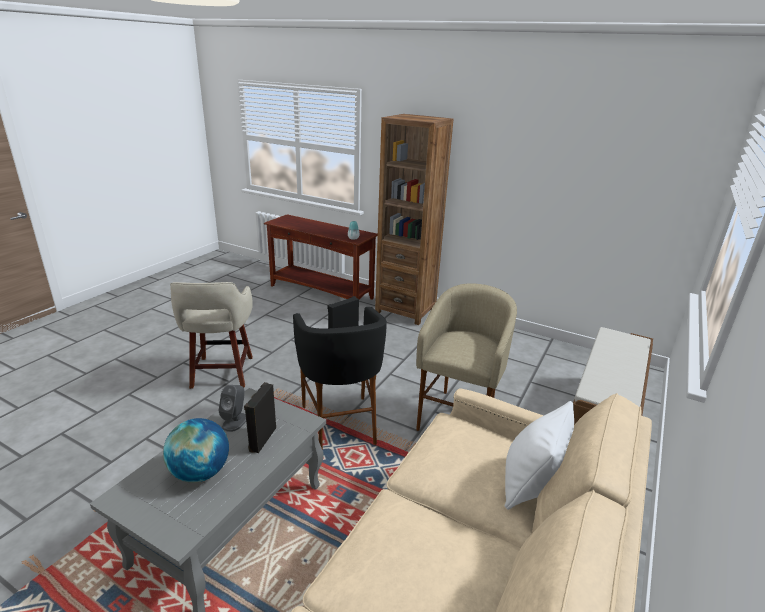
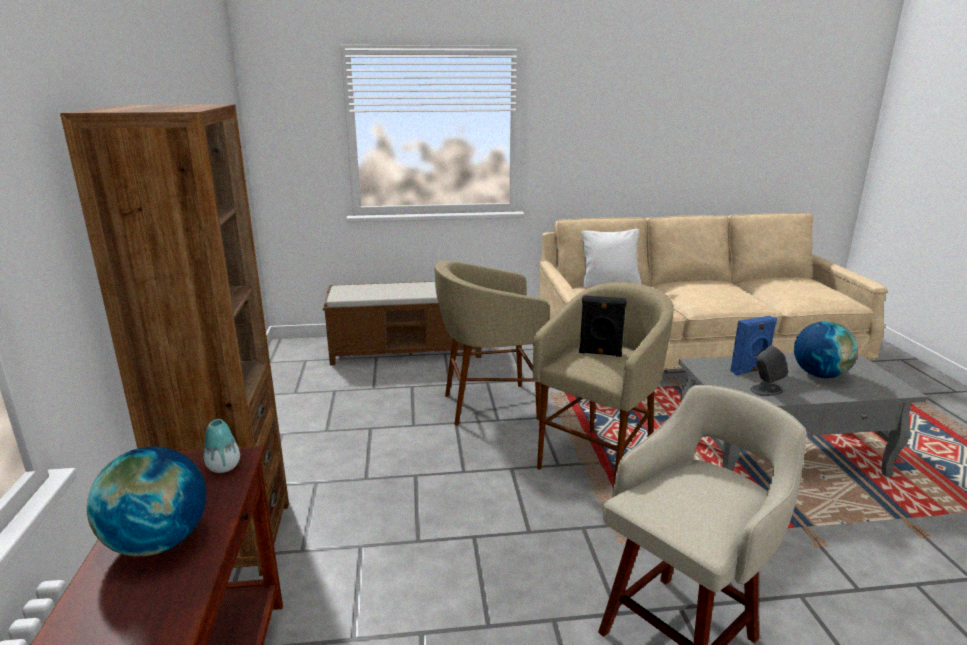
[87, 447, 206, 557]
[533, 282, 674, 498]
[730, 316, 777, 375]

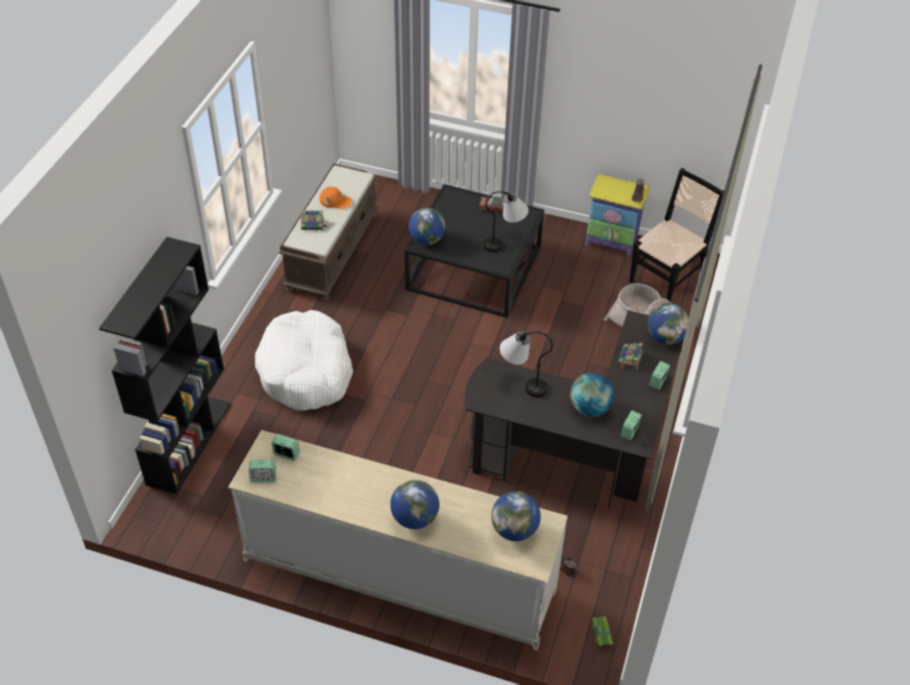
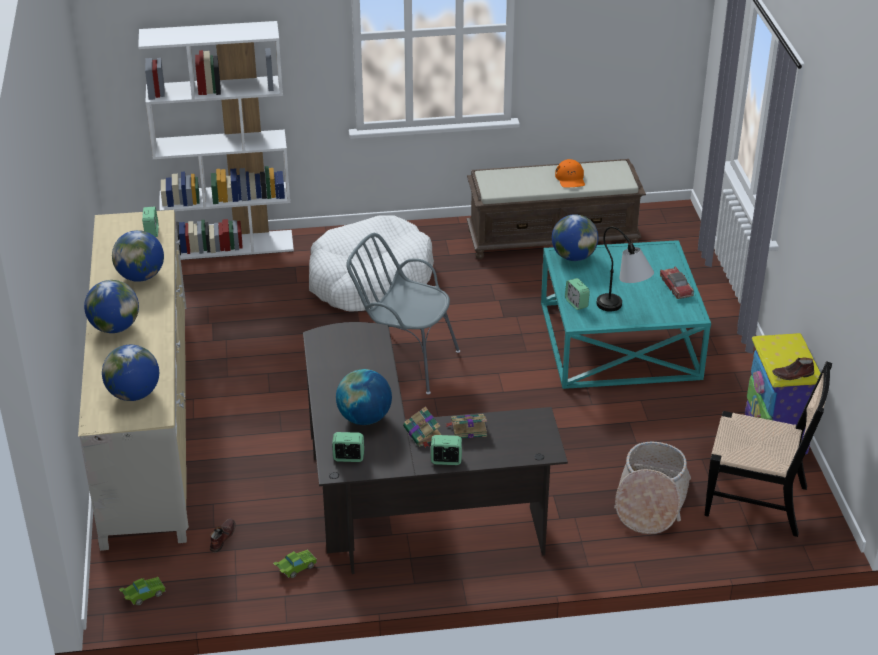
[112, 230, 164, 282]
[138, 21, 294, 260]
[273, 549, 317, 578]
[346, 233, 460, 394]
[403, 406, 442, 448]
[541, 240, 711, 389]
[565, 278, 590, 310]
[500, 331, 553, 397] (first image)

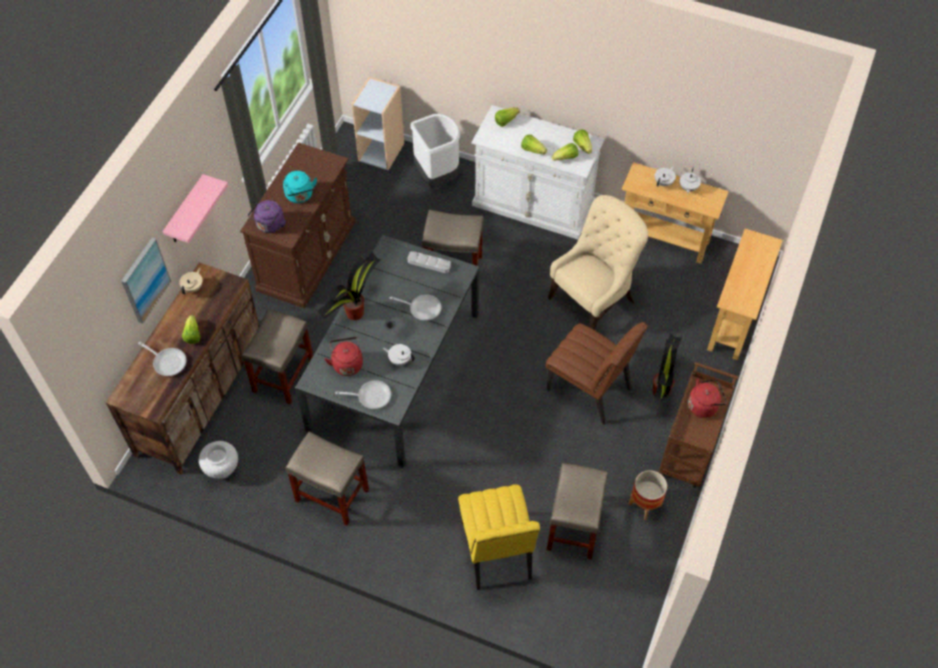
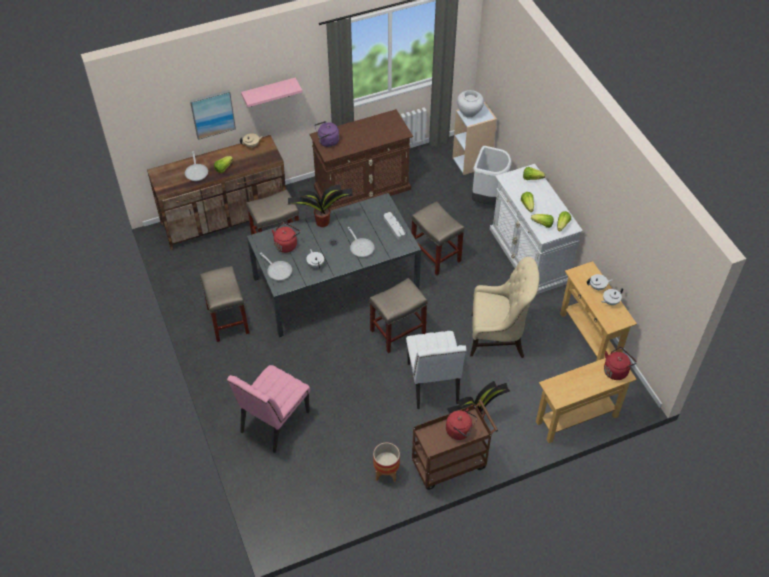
[227, 365, 310, 453]
[369, 278, 427, 353]
[406, 331, 466, 409]
[457, 90, 484, 119]
[604, 347, 637, 380]
[283, 171, 317, 203] (first image)

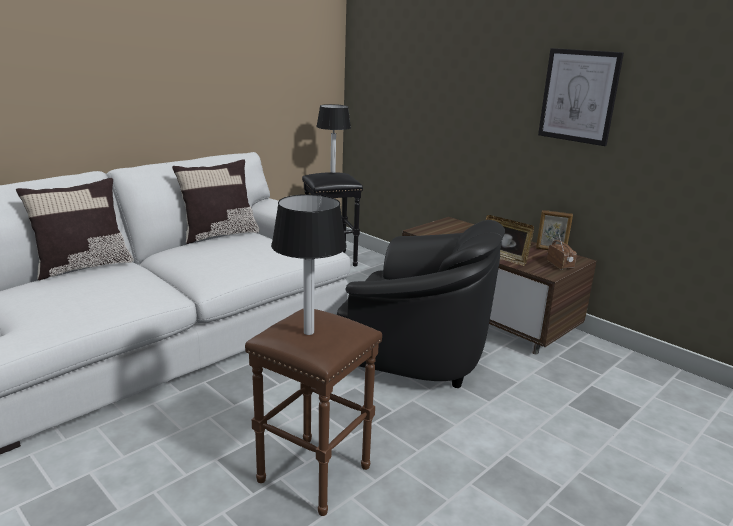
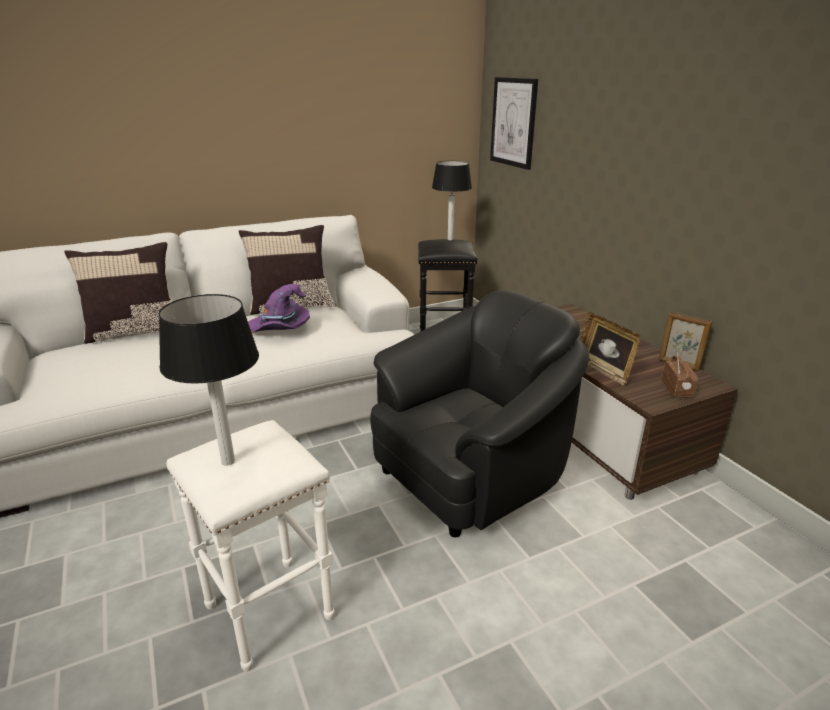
[167, 420, 335, 672]
[248, 284, 310, 332]
[370, 291, 589, 538]
[490, 77, 538, 170]

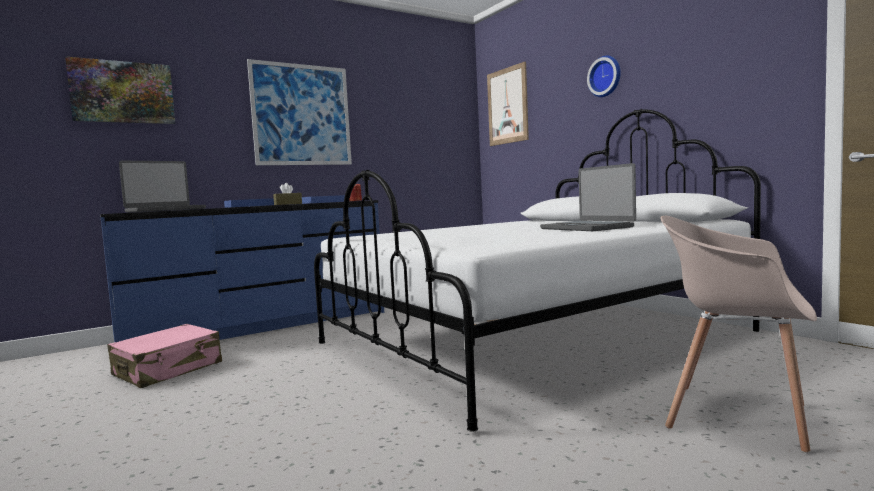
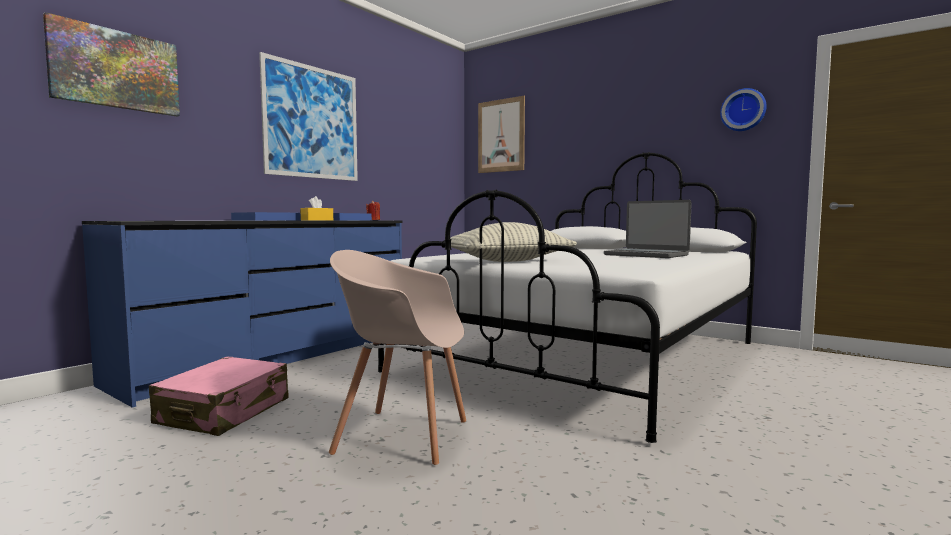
[300, 196, 333, 221]
[329, 250, 466, 465]
[450, 222, 577, 262]
[720, 88, 767, 131]
[119, 161, 206, 213] (first image)

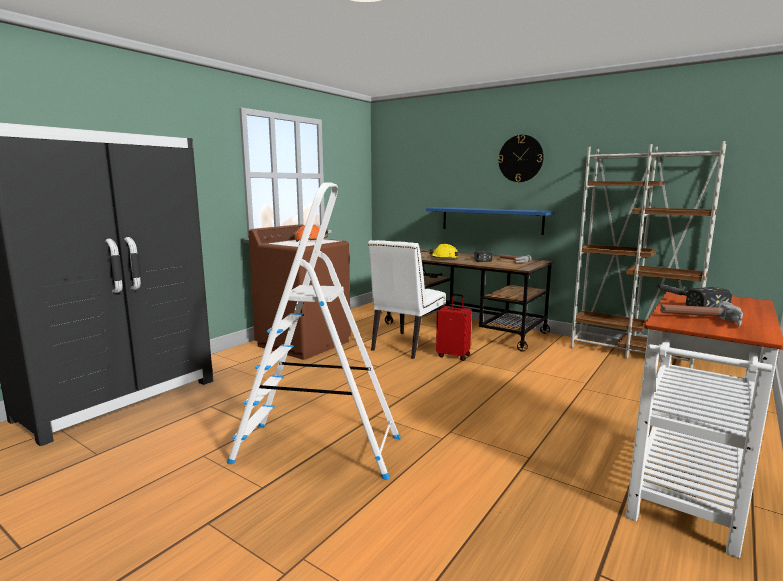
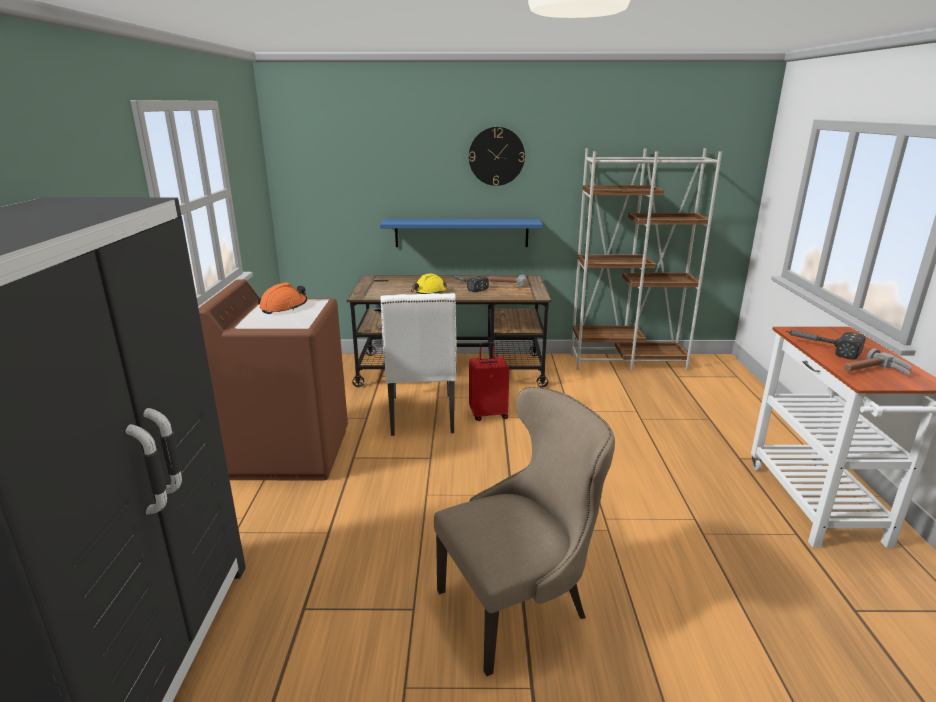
[434, 387, 615, 676]

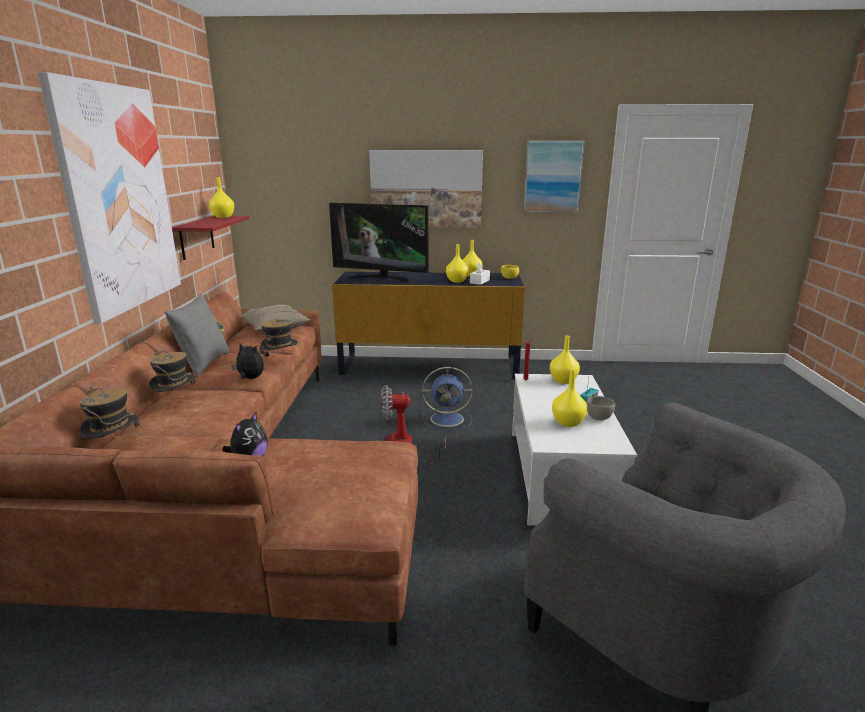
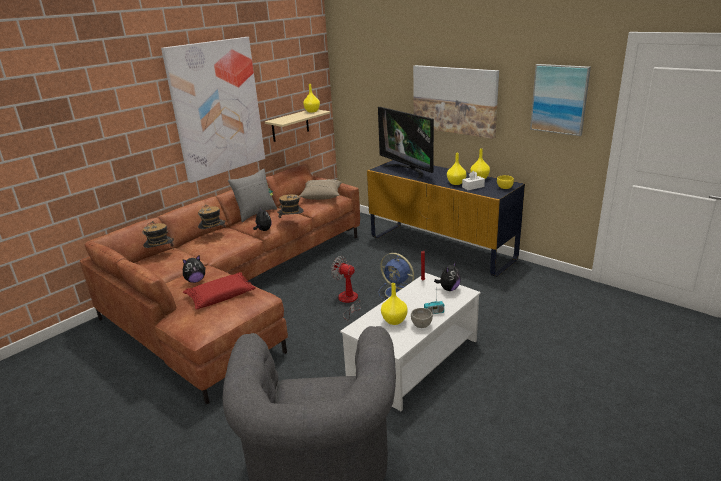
[183, 272, 256, 309]
[265, 110, 330, 142]
[434, 262, 461, 291]

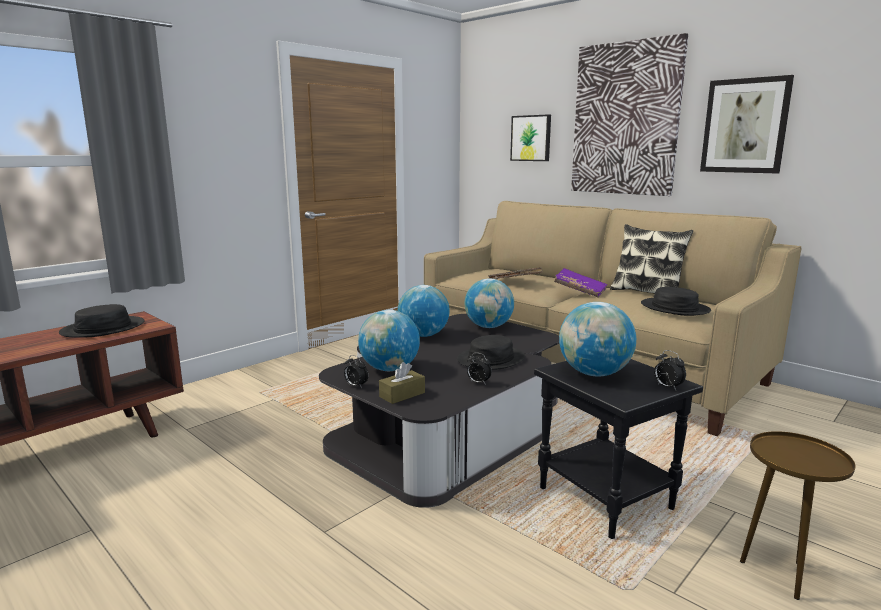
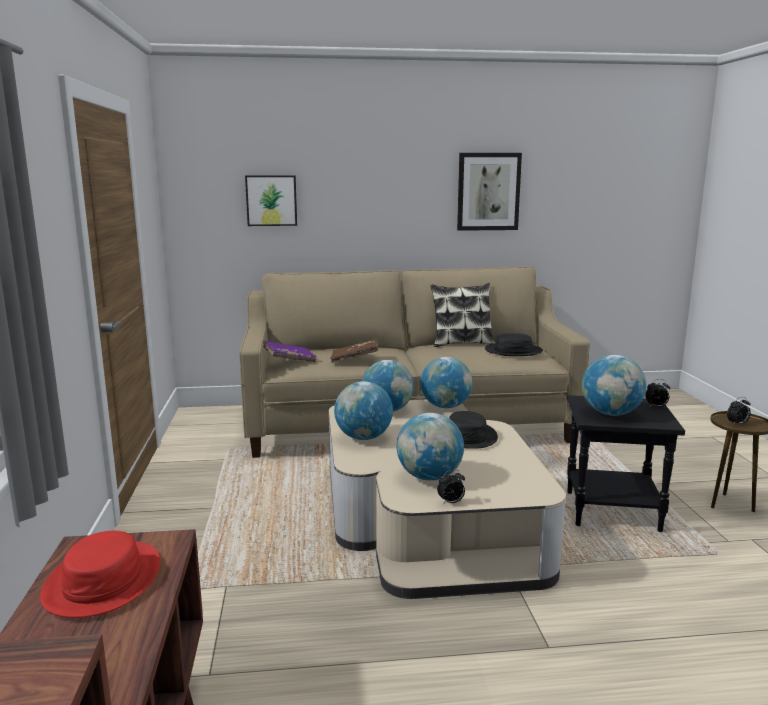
[40, 531, 160, 618]
[263, 340, 317, 362]
[329, 399, 566, 599]
[421, 357, 472, 408]
[727, 397, 751, 425]
[379, 362, 425, 404] (first image)
[571, 33, 688, 196] (first image)

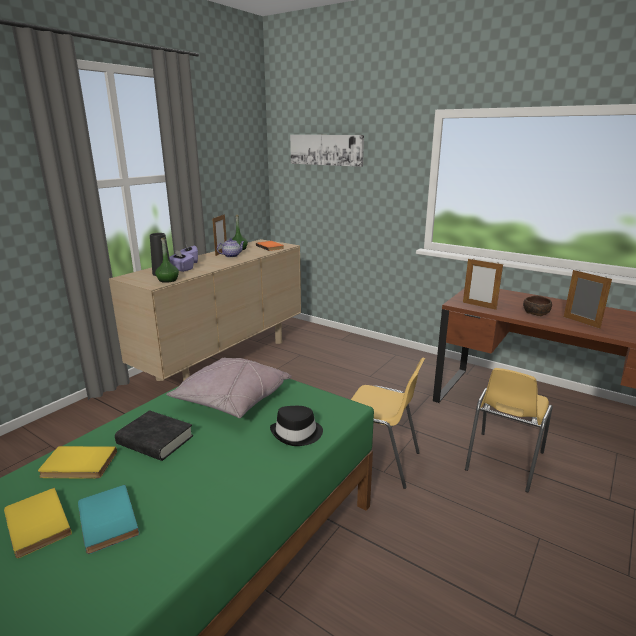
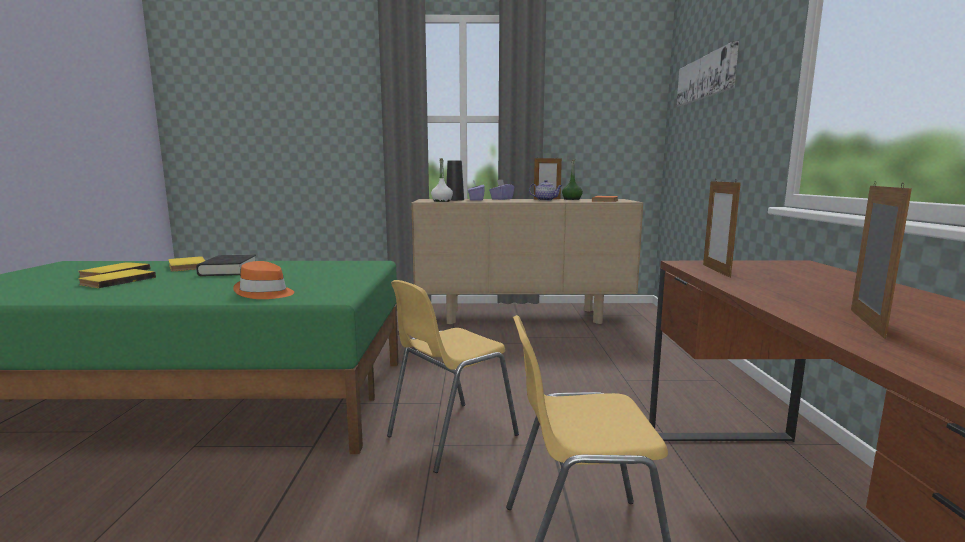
[78, 269, 156, 288]
[233, 261, 294, 299]
[387, 280, 519, 473]
[431, 158, 453, 202]
[166, 358, 292, 418] (first image)
[523, 295, 552, 316] (first image)

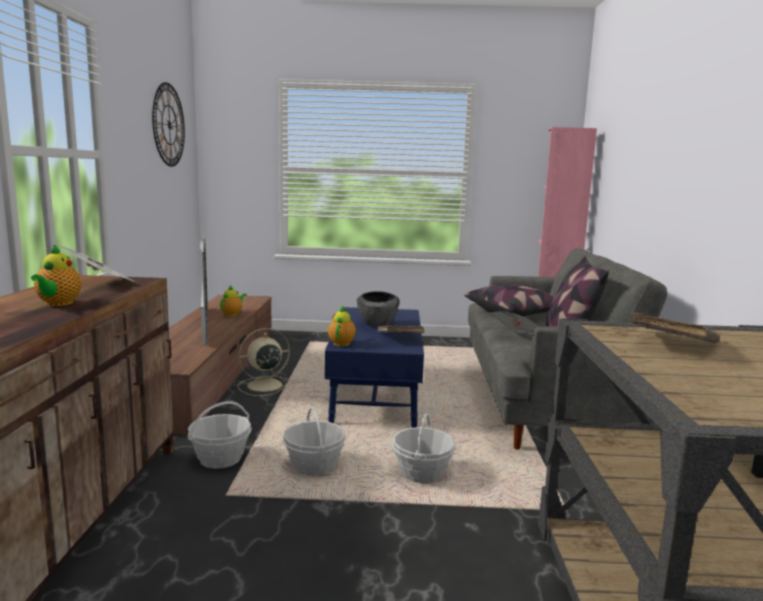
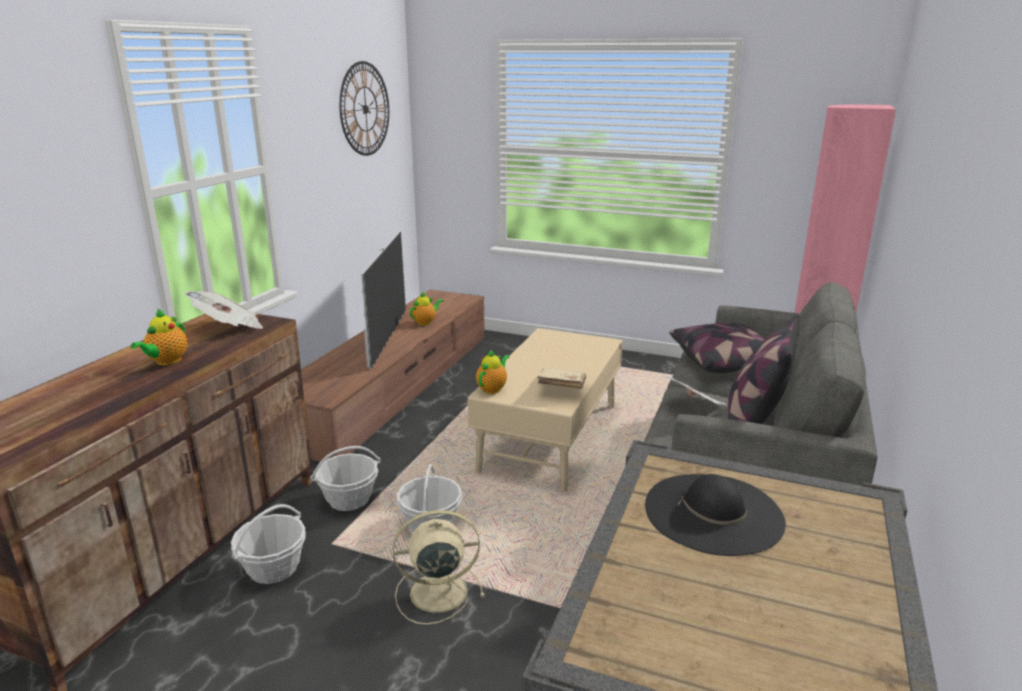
[231, 504, 306, 584]
[393, 510, 485, 625]
[468, 328, 623, 492]
[645, 474, 786, 556]
[357, 291, 400, 327] (first image)

